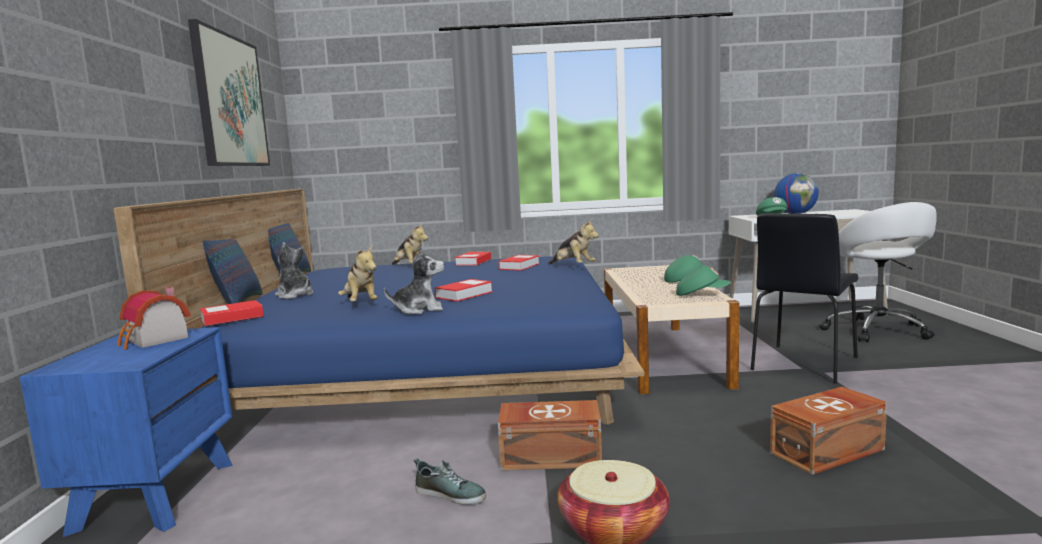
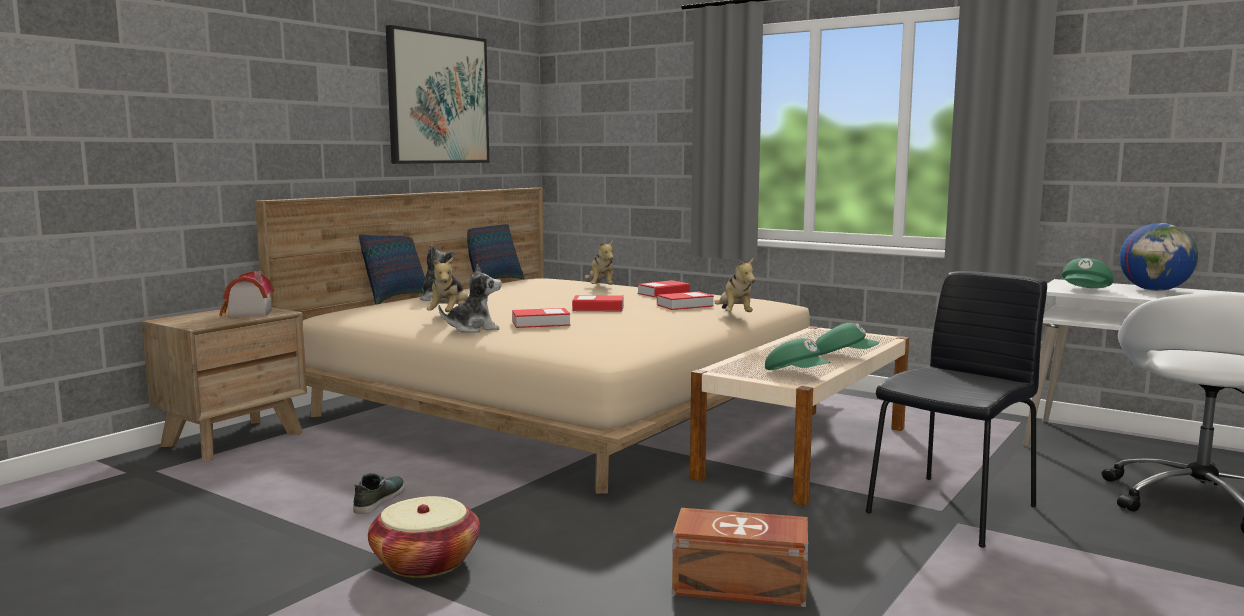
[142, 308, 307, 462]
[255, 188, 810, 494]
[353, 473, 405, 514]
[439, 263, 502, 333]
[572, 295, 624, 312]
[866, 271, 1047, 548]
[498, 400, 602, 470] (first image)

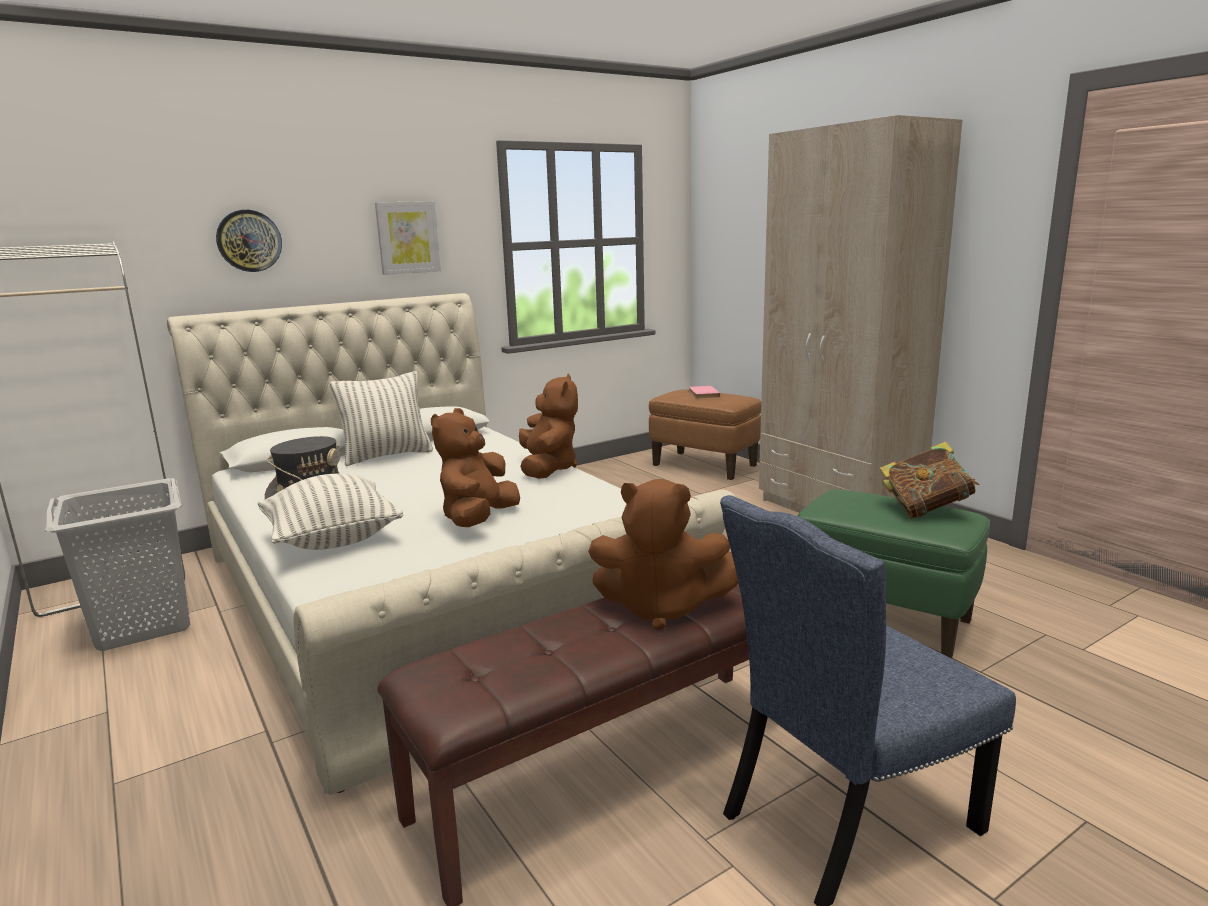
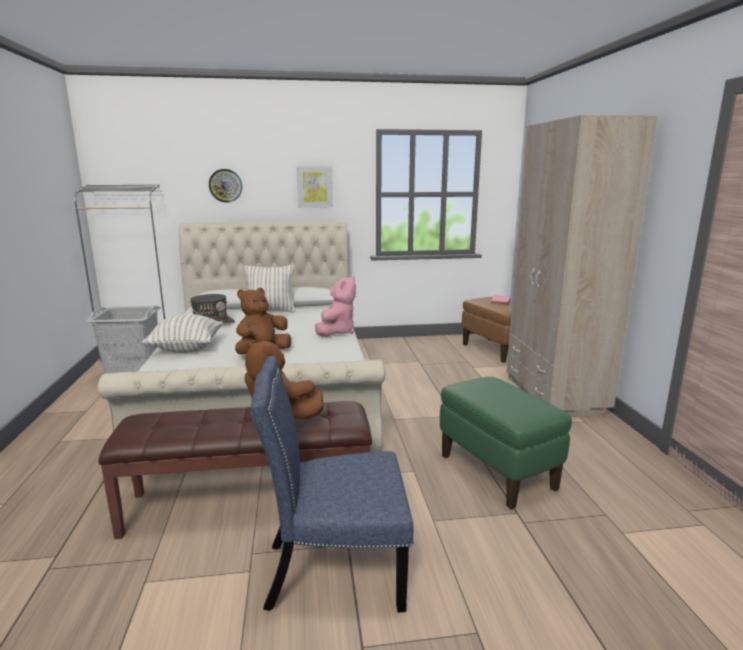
[315, 276, 356, 337]
[880, 441, 979, 519] (first image)

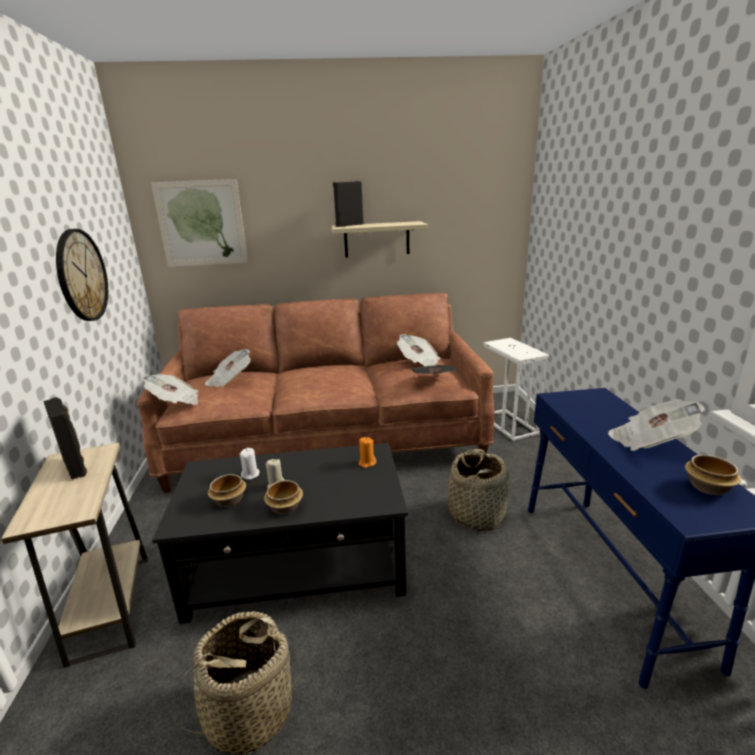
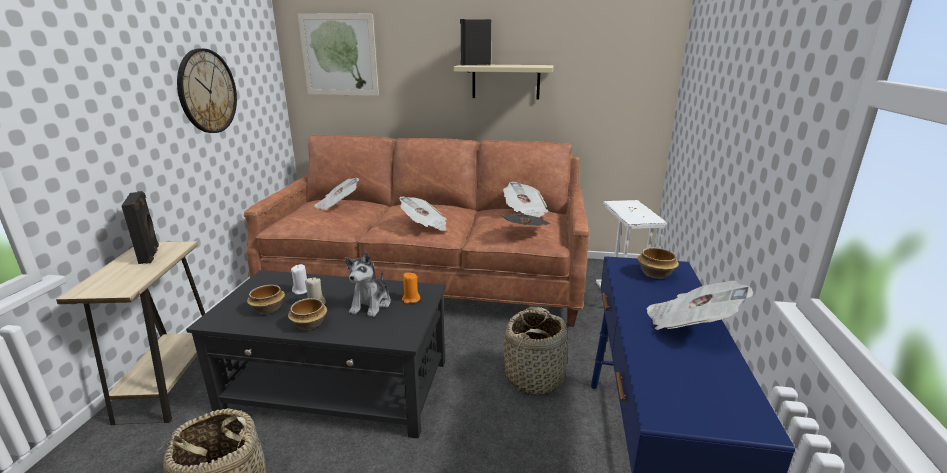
[345, 252, 391, 317]
[399, 196, 447, 231]
[637, 247, 679, 279]

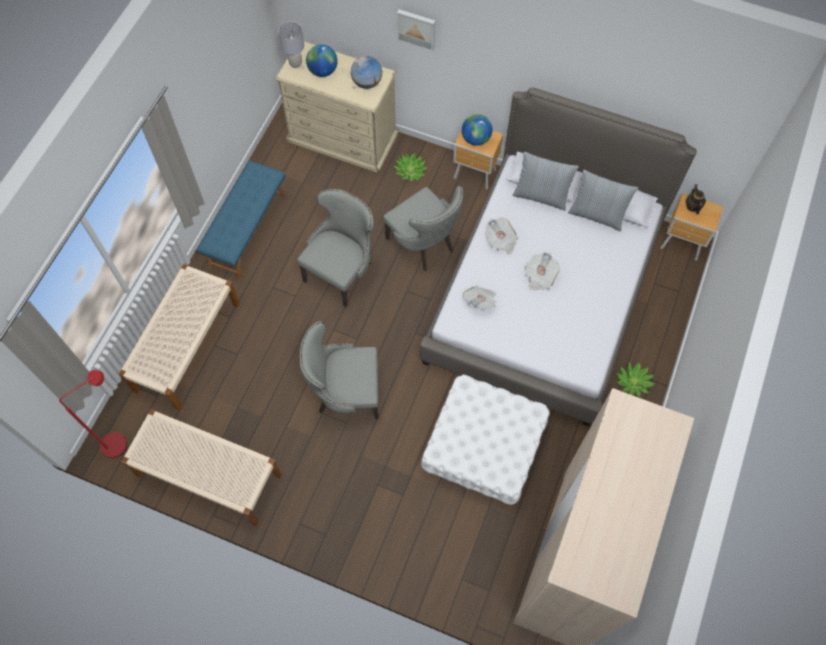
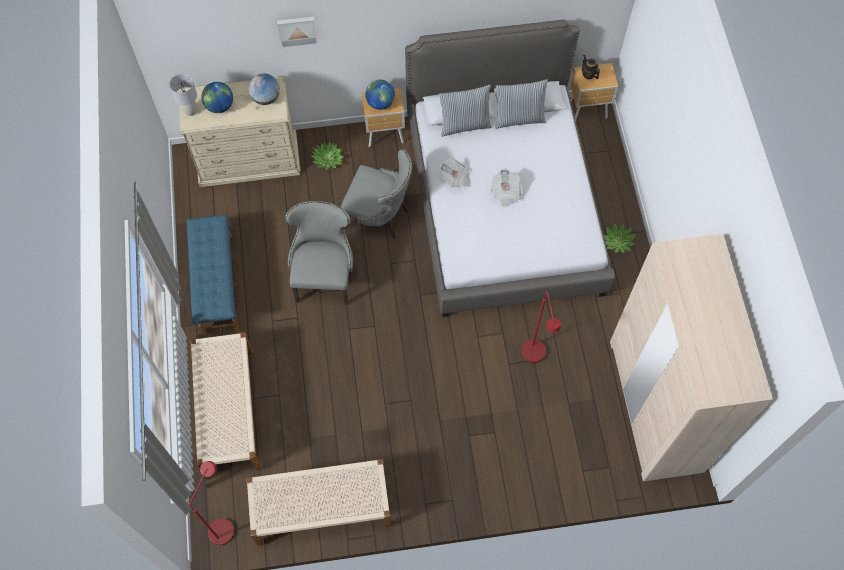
[522, 291, 561, 363]
[300, 321, 379, 419] (first image)
[463, 286, 497, 310] (first image)

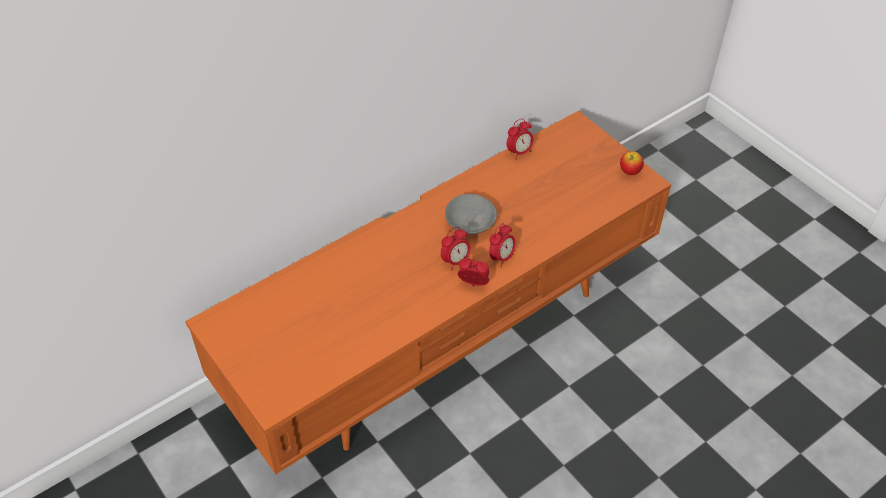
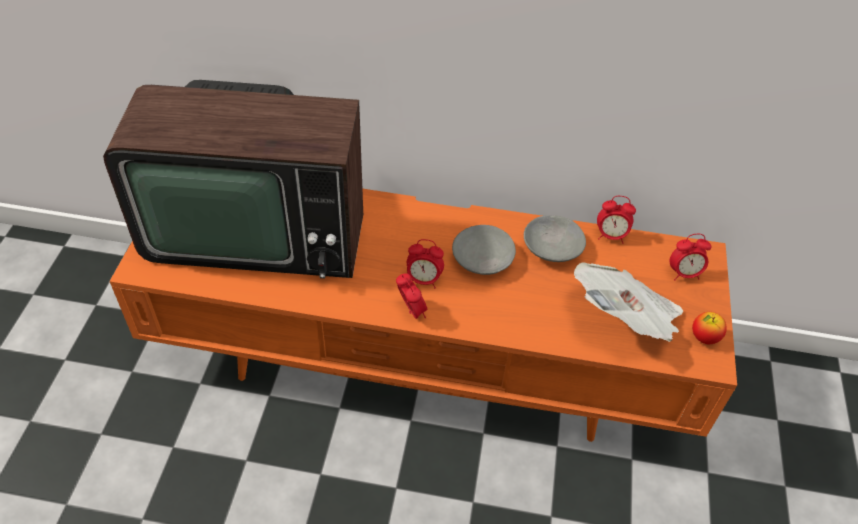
[103, 80, 363, 279]
[524, 215, 586, 262]
[574, 262, 684, 342]
[670, 234, 711, 281]

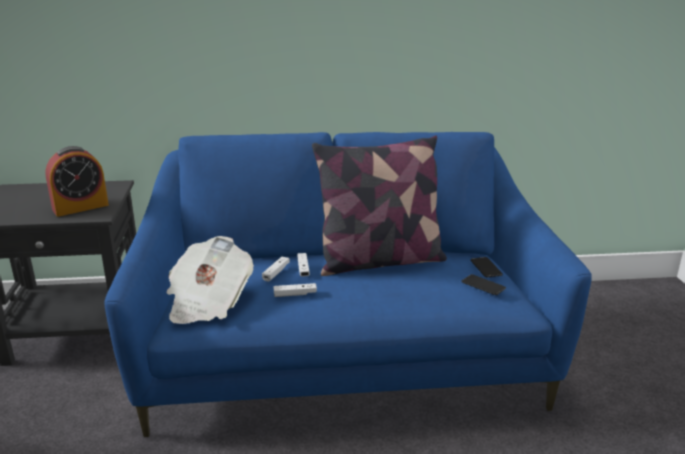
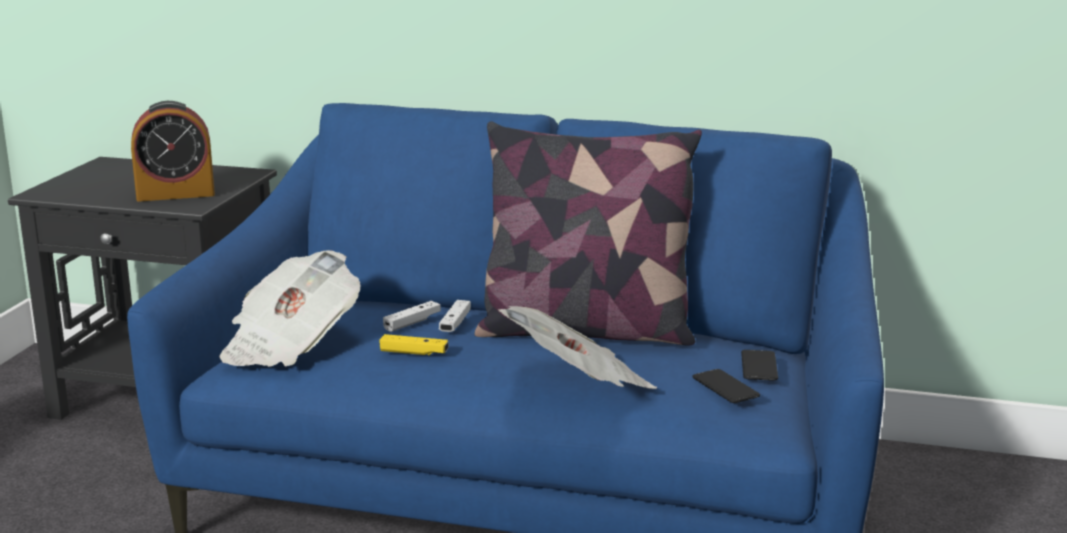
[379, 334, 449, 355]
[498, 306, 657, 389]

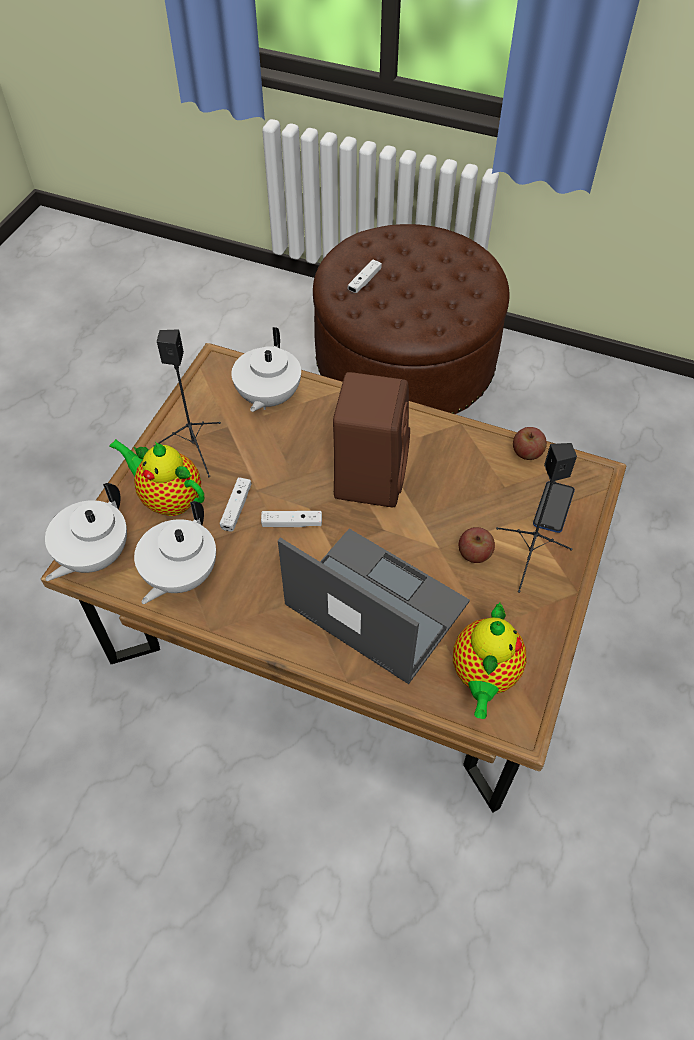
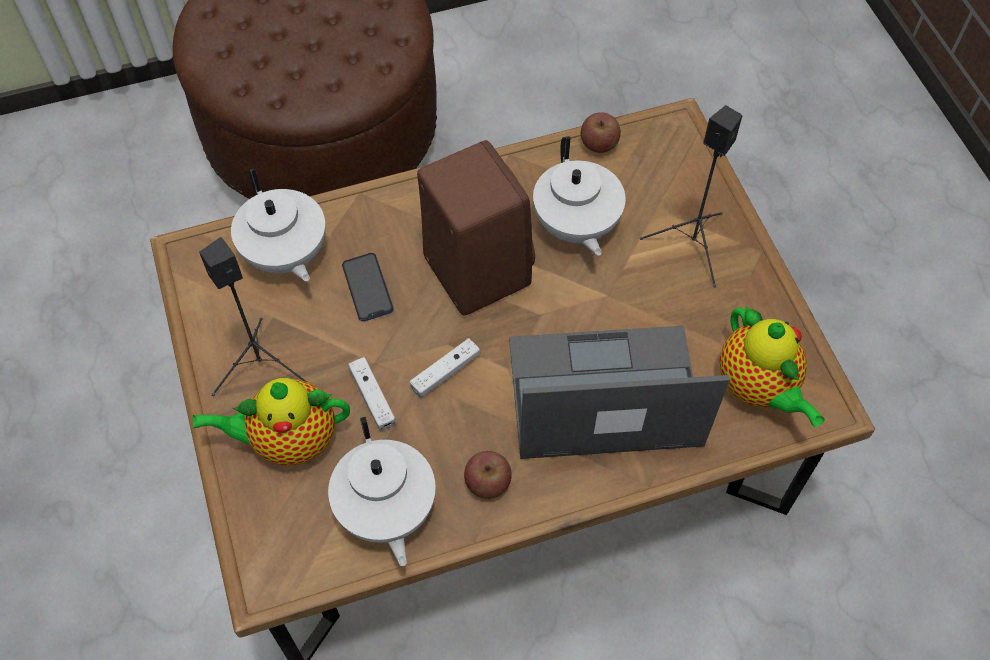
[342, 253, 394, 322]
[464, 451, 512, 499]
[533, 136, 626, 256]
[348, 260, 382, 293] (first image)

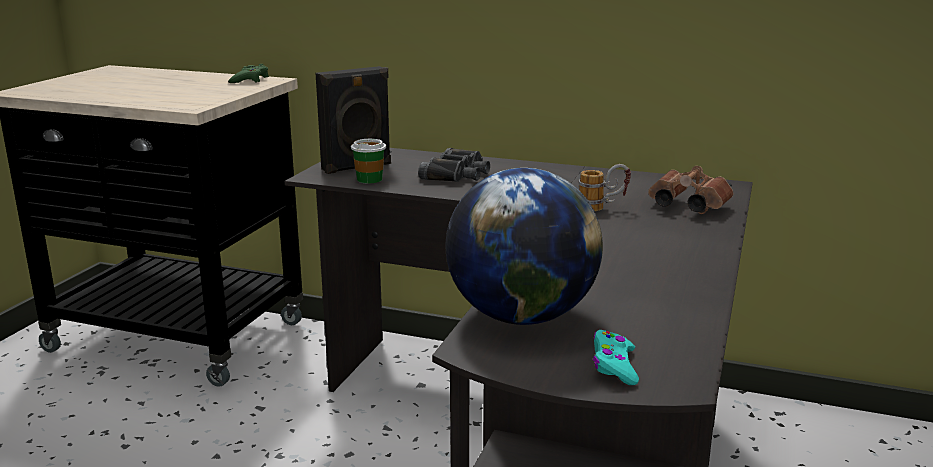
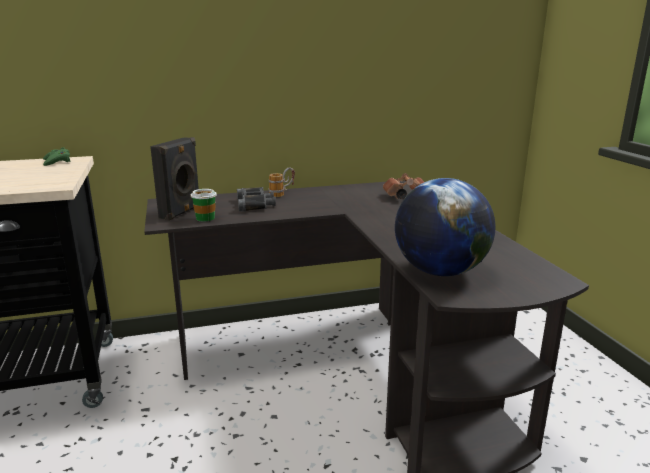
[269, 167, 295, 197]
[593, 330, 639, 385] (first image)

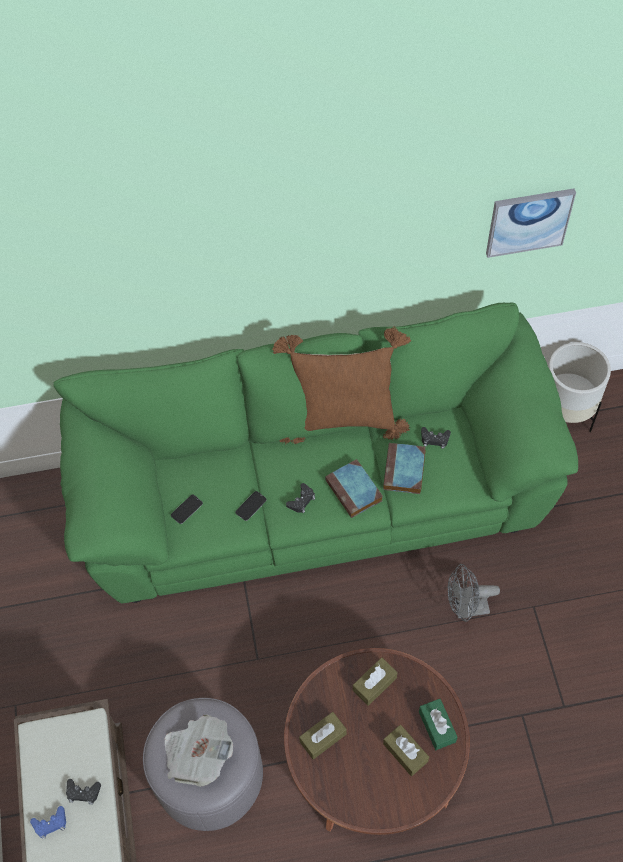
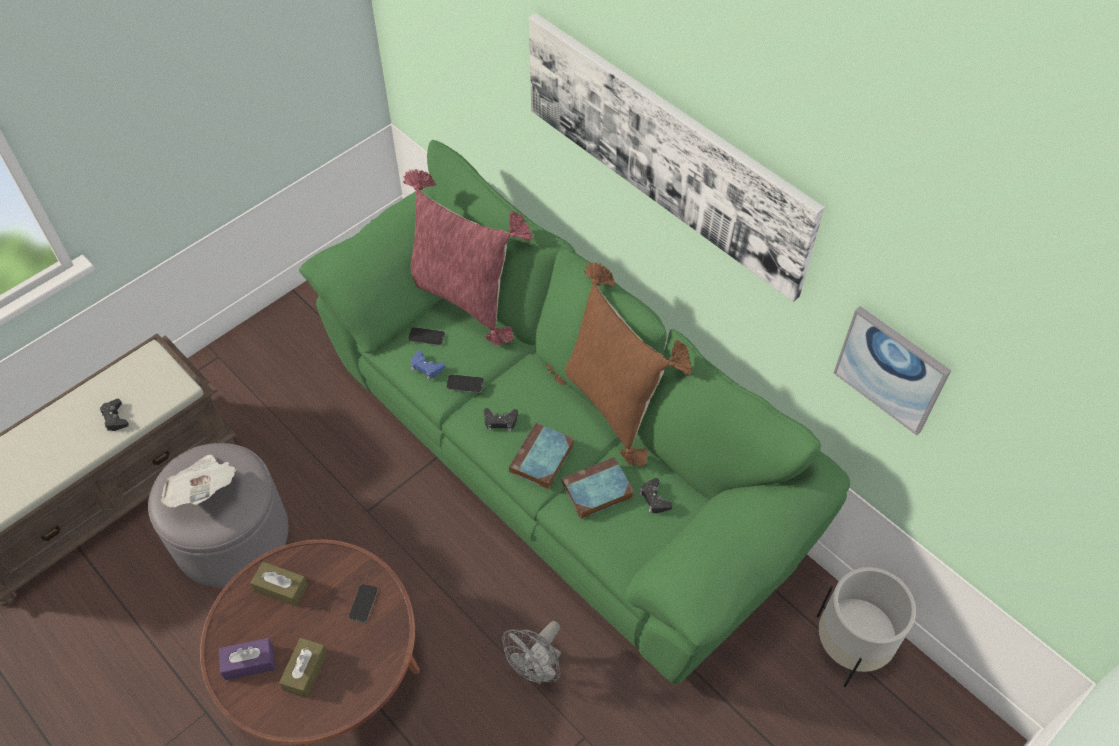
[219, 638, 275, 680]
[349, 584, 378, 623]
[403, 169, 533, 346]
[411, 350, 445, 380]
[502, 621, 561, 685]
[529, 13, 825, 302]
[419, 699, 458, 750] (first image)

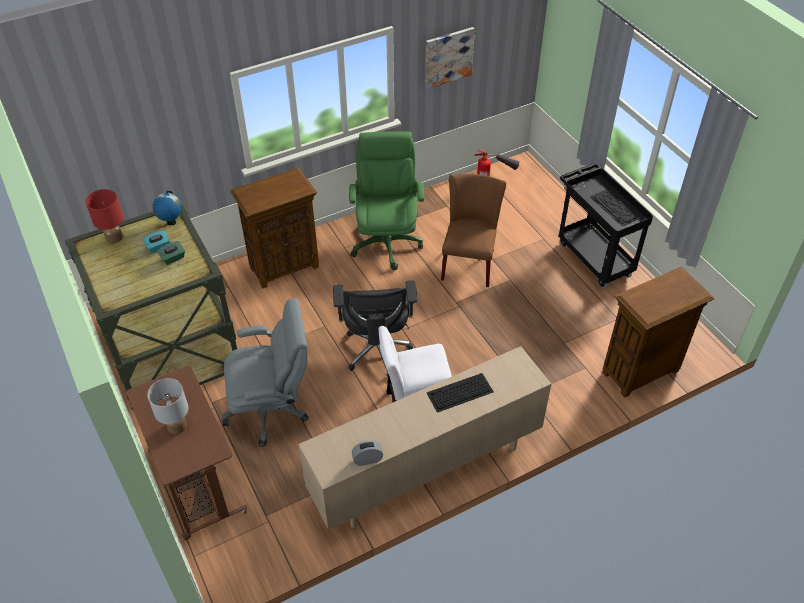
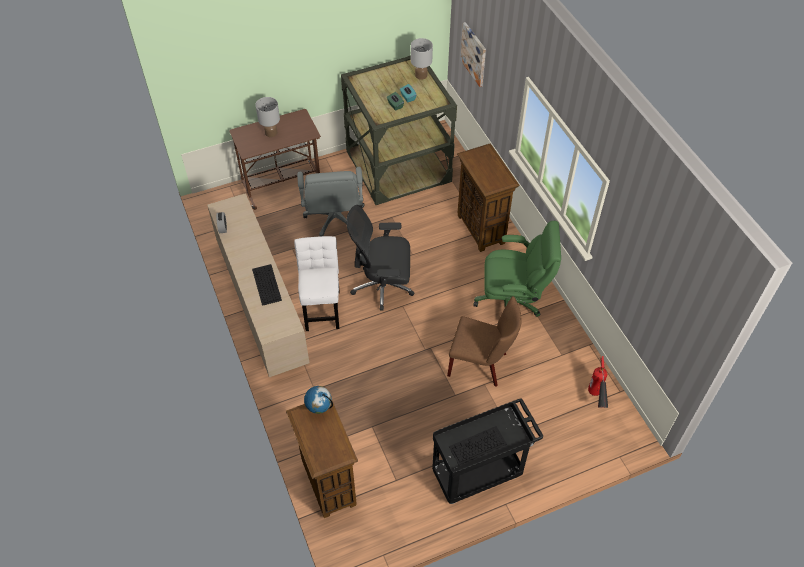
[304, 386, 333, 414]
[411, 38, 433, 80]
[460, 22, 486, 87]

